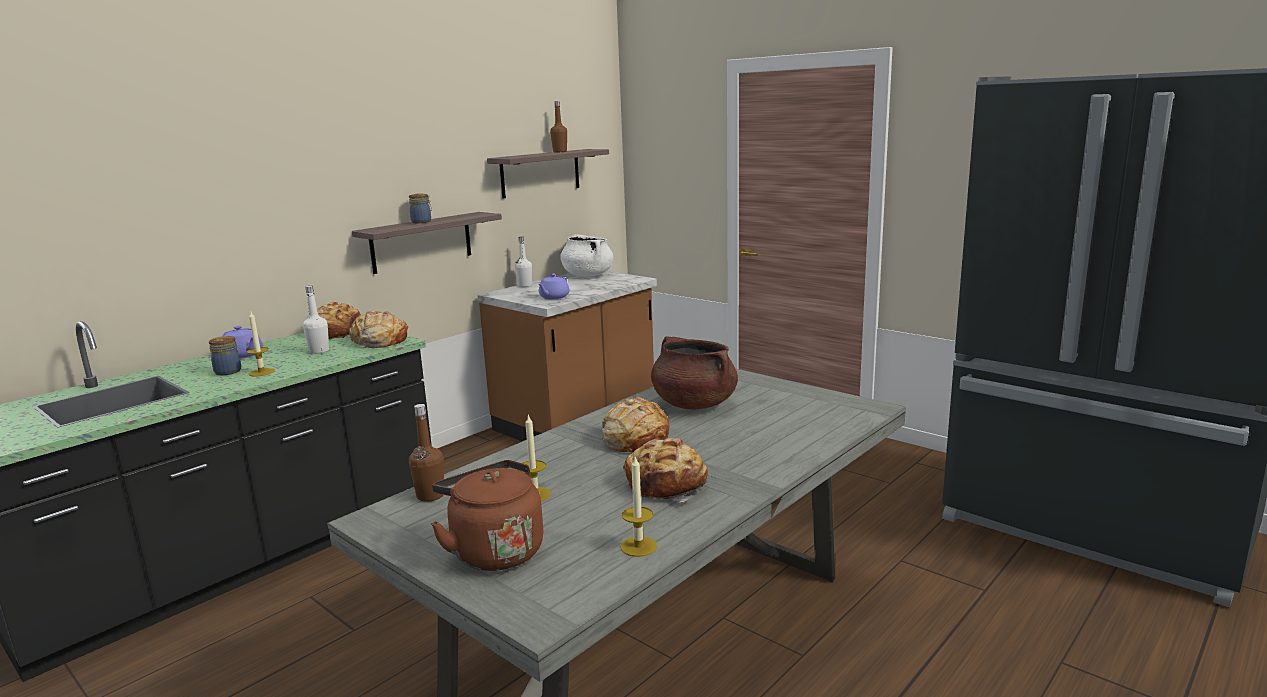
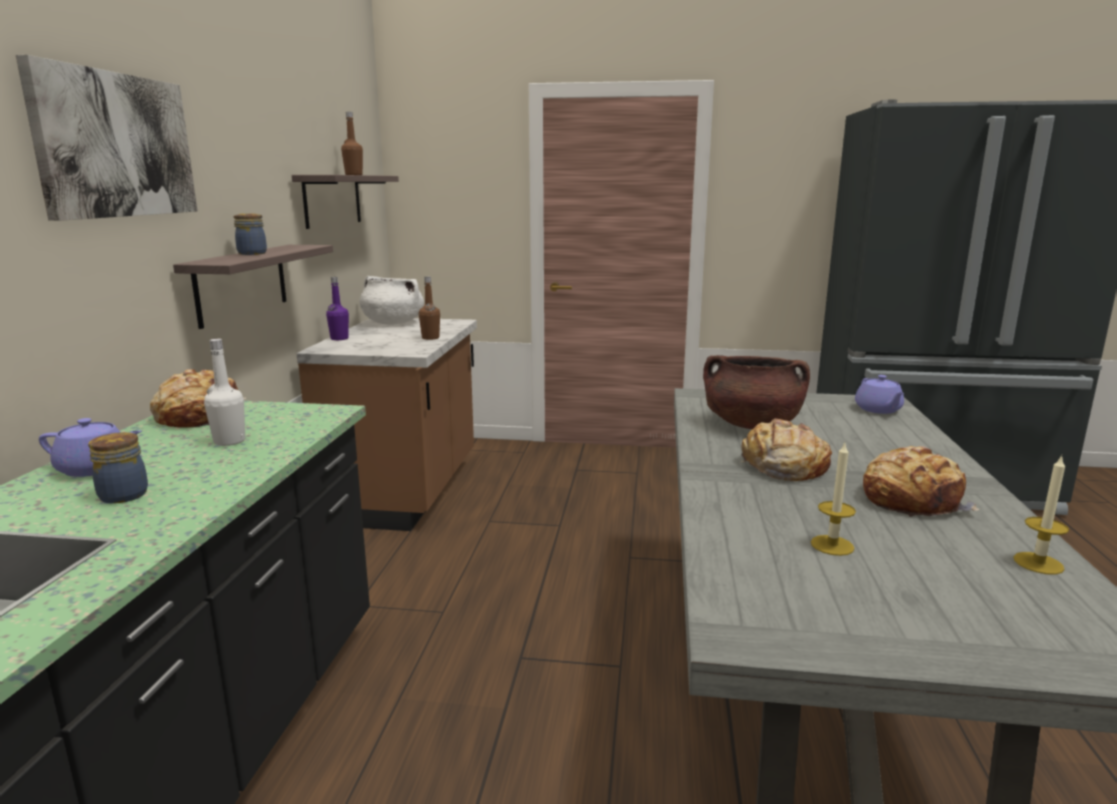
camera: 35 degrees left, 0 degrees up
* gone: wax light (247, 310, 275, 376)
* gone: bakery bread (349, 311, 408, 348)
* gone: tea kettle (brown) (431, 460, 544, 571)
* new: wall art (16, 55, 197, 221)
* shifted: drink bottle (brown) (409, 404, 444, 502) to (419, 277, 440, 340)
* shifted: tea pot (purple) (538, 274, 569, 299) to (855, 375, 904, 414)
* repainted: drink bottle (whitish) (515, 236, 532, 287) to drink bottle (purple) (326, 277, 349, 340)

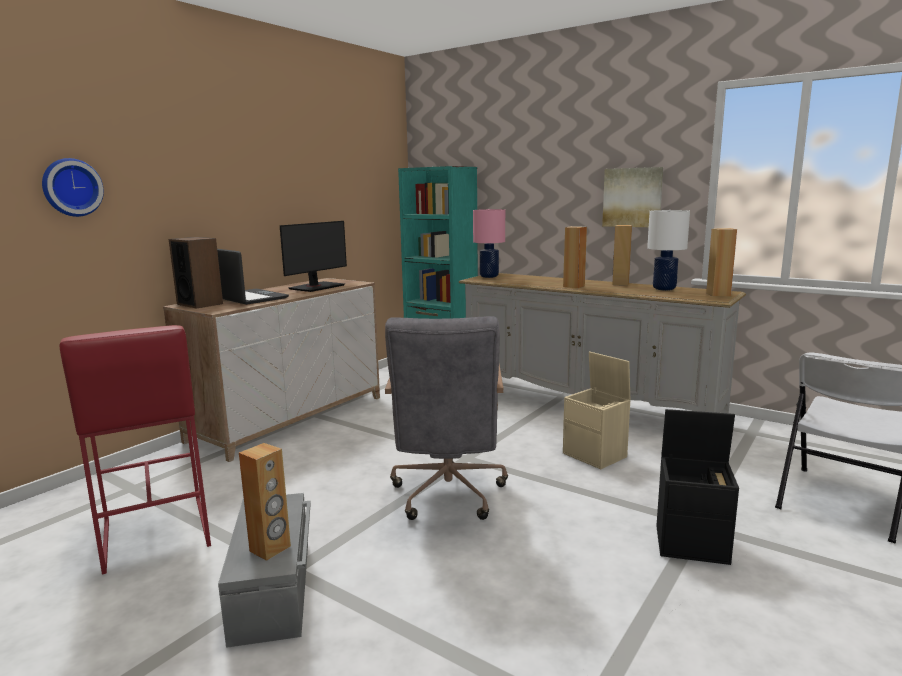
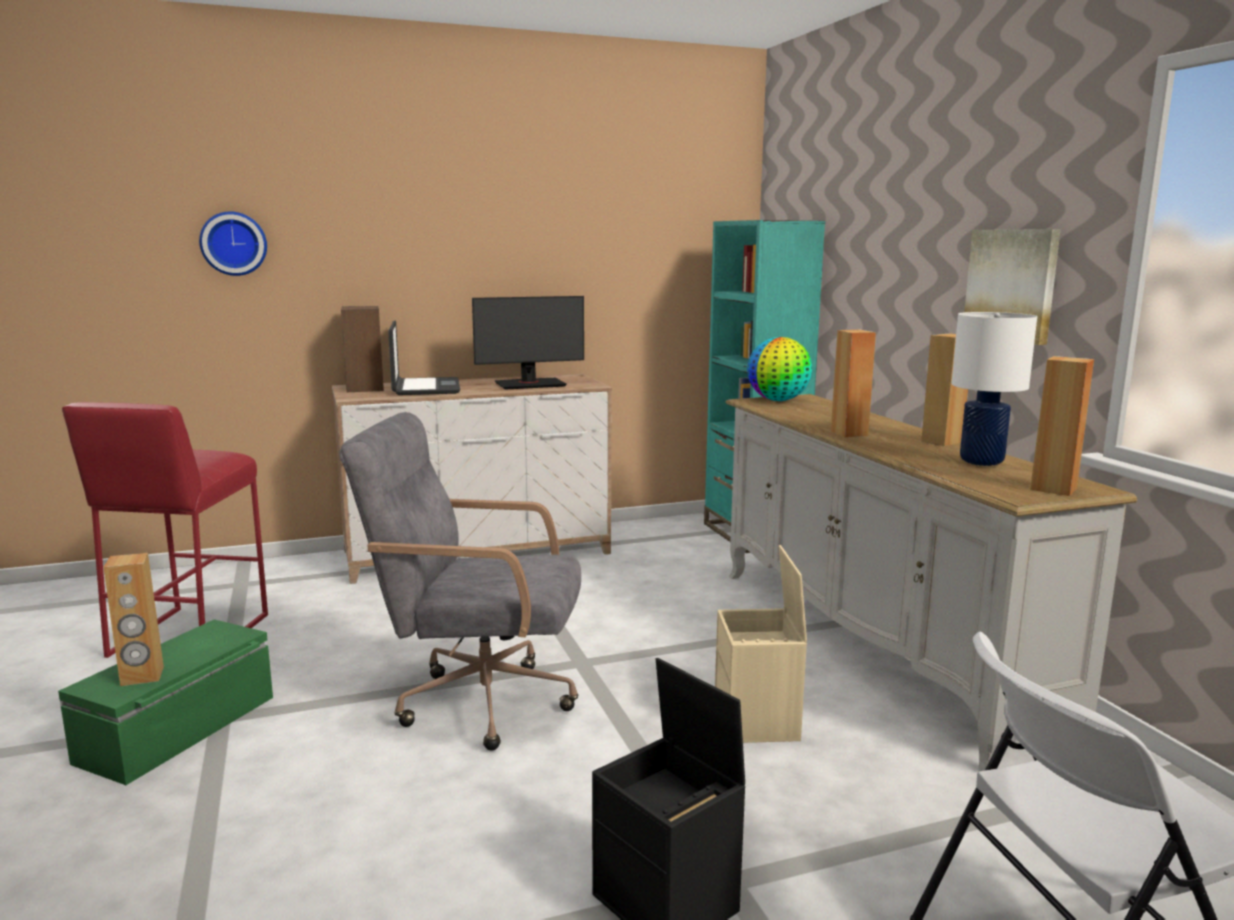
camera: 35 degrees right, 0 degrees up
* swapped: lamp for a table (pink-coloured) (473, 209, 505, 278) to world globe (747, 337, 812, 401)
* repainted: storage box (greyish) (218, 493, 311, 648) to storage box (green) (58, 619, 273, 785)
* rotated: computer chair (greyish) (385, 316, 508, 520) = (339, 412, 581, 751) 60 degrees clockwise

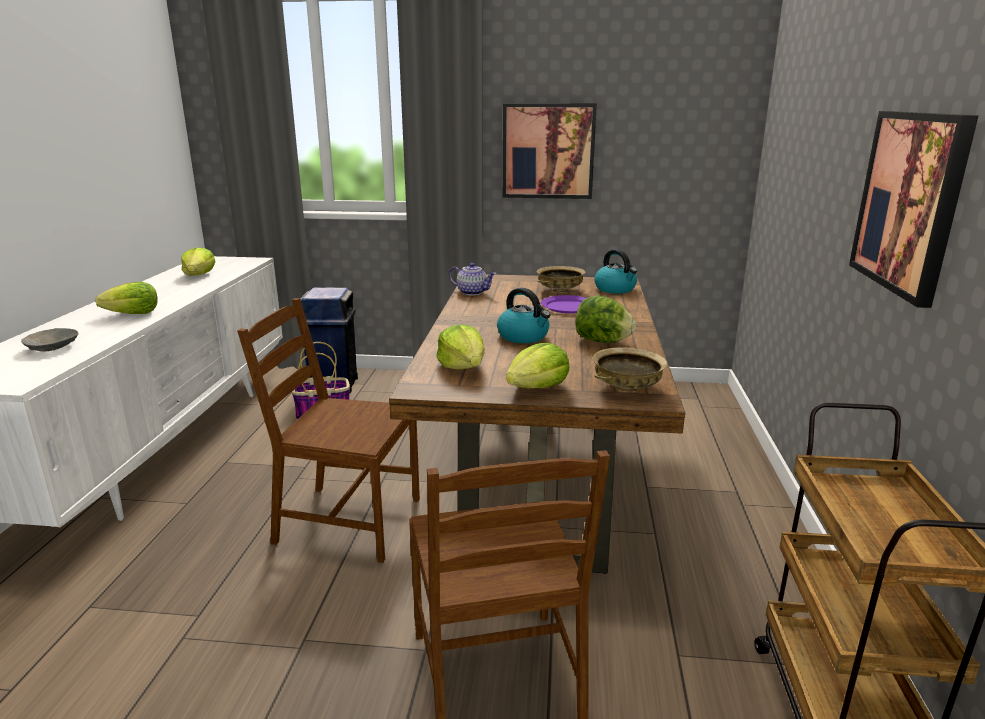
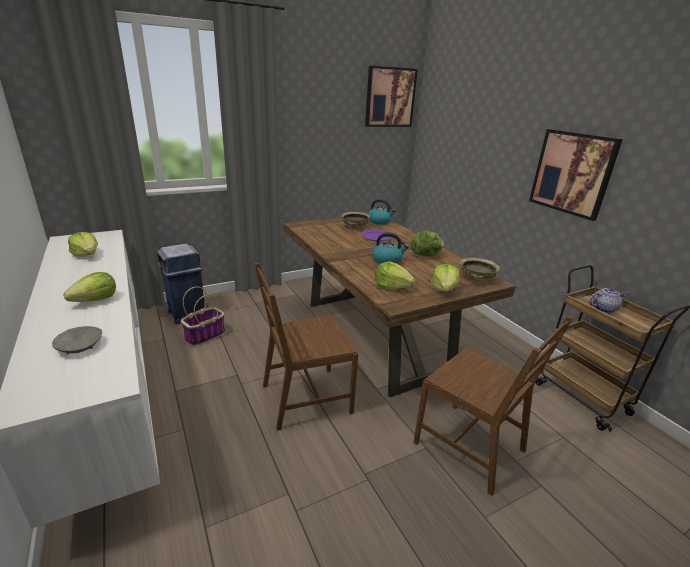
camera: 35 degrees left, 5 degrees up
* shifted: tea pot (449, 263, 496, 296) to (589, 287, 628, 313)
* shifted: wall art (503, 103, 597, 199) to (365, 66, 418, 127)

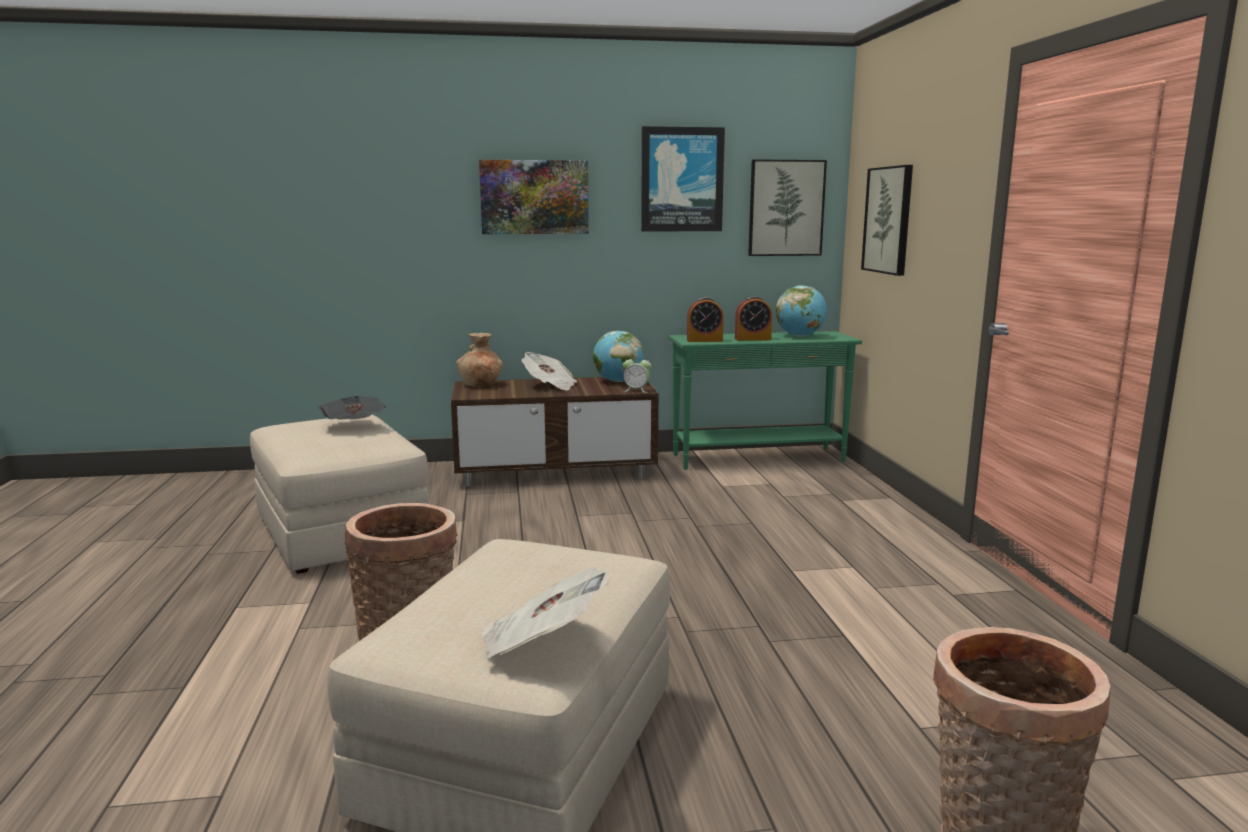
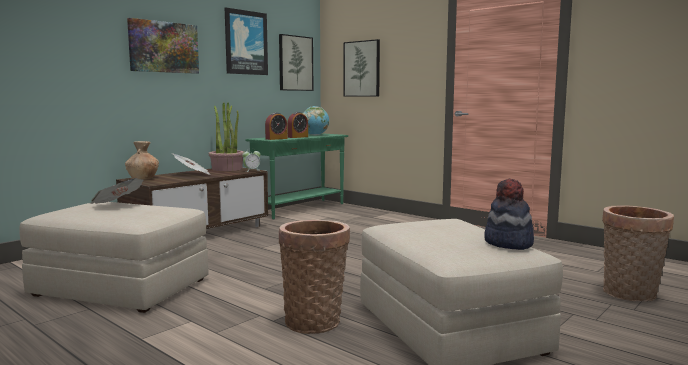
camera: 40 degrees left, 5 degrees down
* swapped: newspaper (482, 567, 609, 659) to hat (484, 178, 534, 250)
* swapped: world globe (593, 331, 644, 382) to plant in a pot (208, 102, 244, 171)

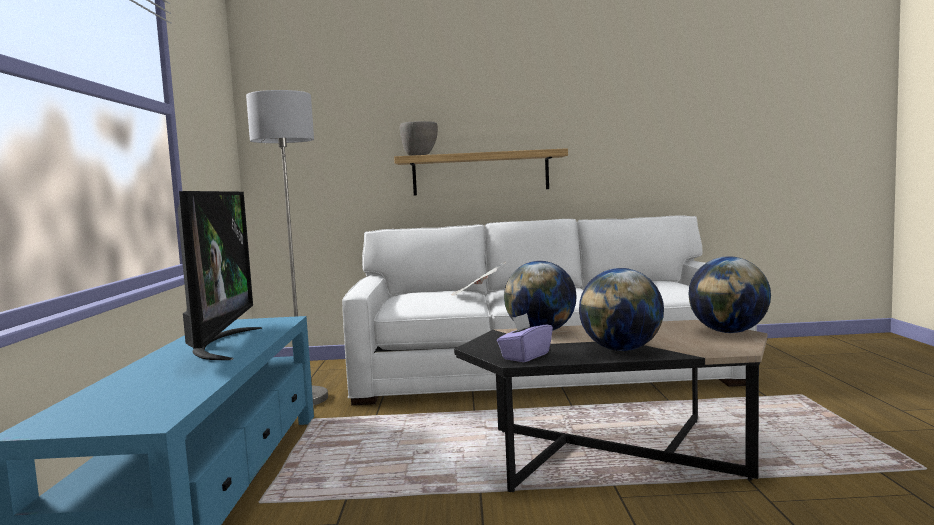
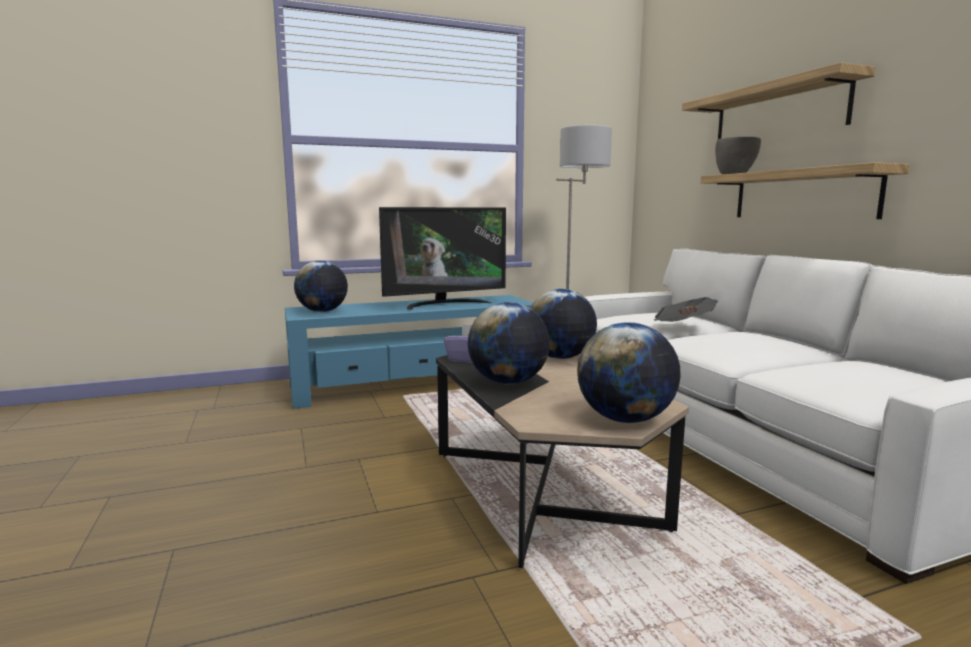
camera: 70 degrees right, 5 degrees up
* new: world globe (294, 260, 348, 312)
* new: wall shelf (682, 62, 876, 139)

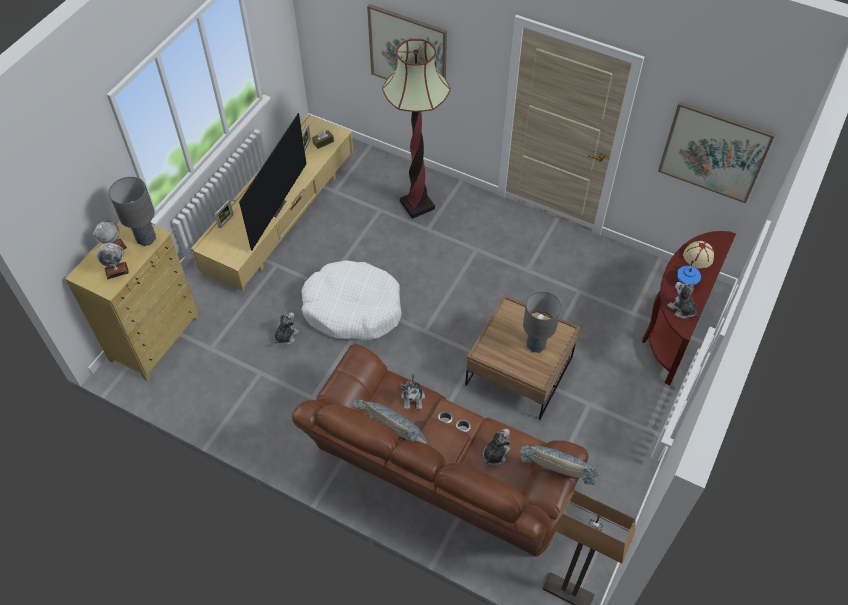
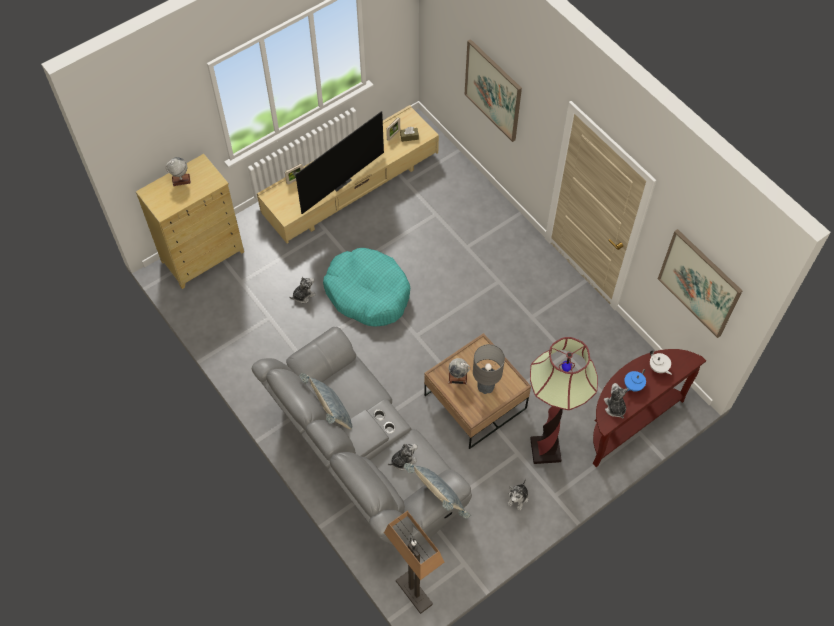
camera: 25 degrees right, 5 degrees up
* gone: lamp for a table (greyish) (109, 177, 156, 246)
* shifted: world globe (97, 243, 129, 280) to (449, 358, 470, 384)
* shifted: floor lamp (382, 39, 450, 219) to (530, 337, 598, 464)
* shifted: soft toy (400, 374, 425, 410) to (507, 479, 529, 511)
* swapped: hat (sand-coloured) (683, 241, 714, 268) to tea pot (whitish) (650, 350, 672, 375)
* repainted: settee (brown) (292, 344, 589, 557) to settee (greyish) (252, 327, 472, 549)
* repainted: dog cushion (whitish) (301, 260, 401, 340) to dog cushion (blue-green) (323, 248, 410, 327)

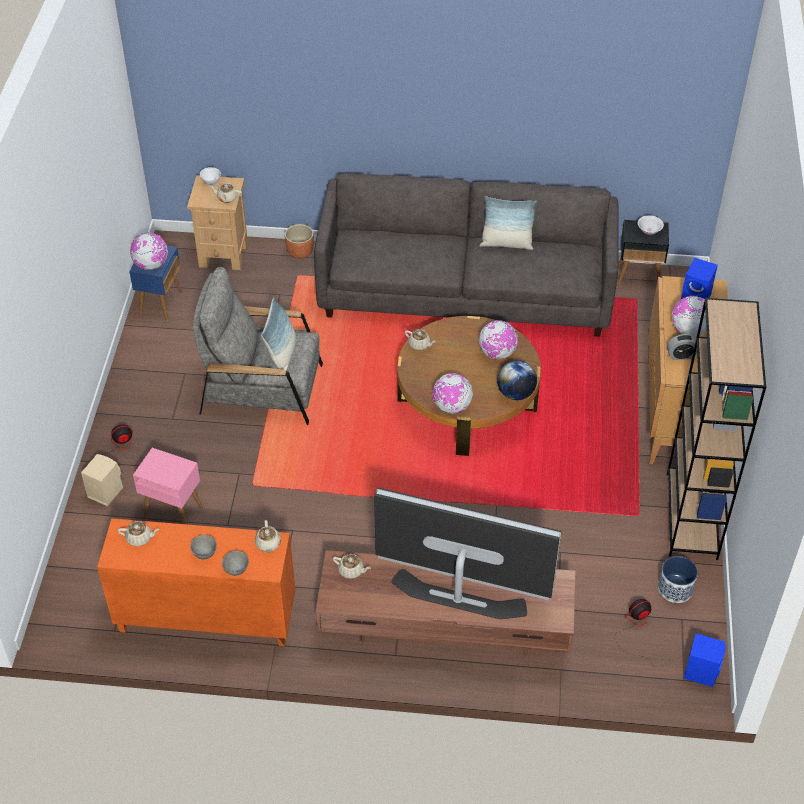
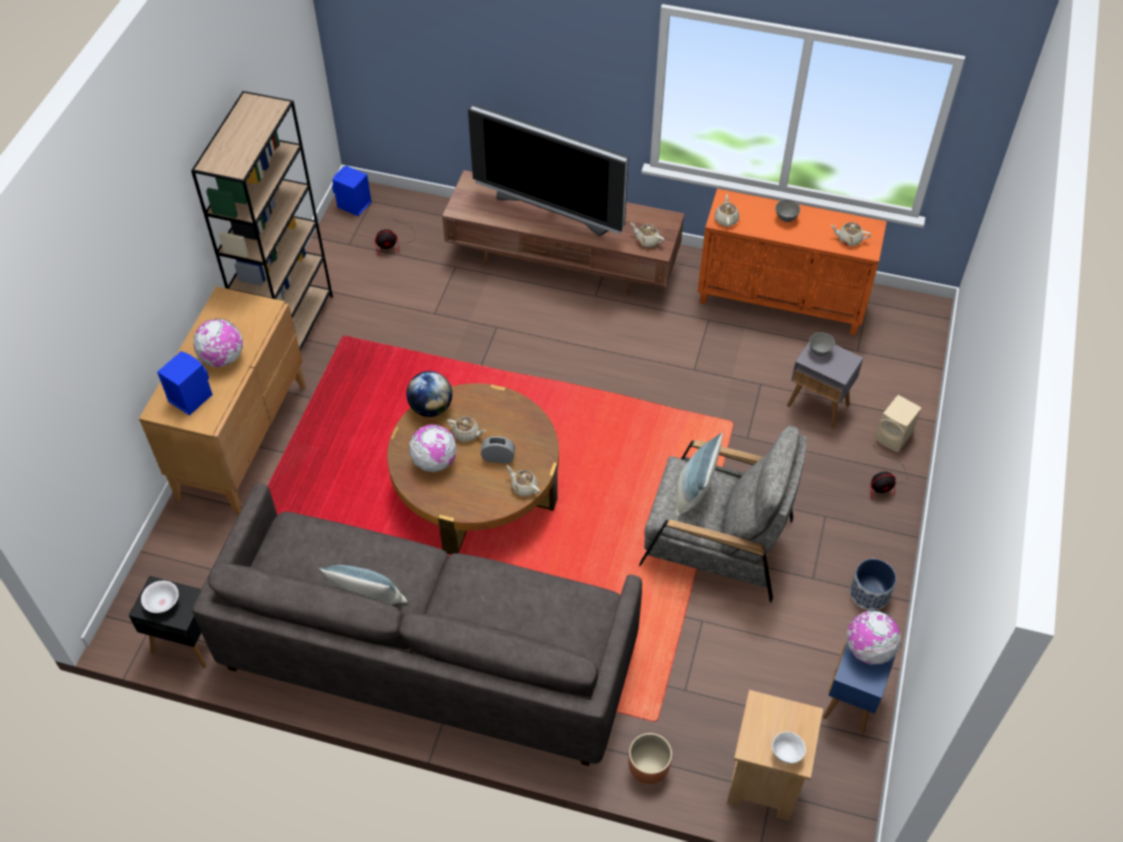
camera: 170 degrees left, 5 degrees up
* gone: world globe (432, 373, 473, 414)
* shifted: tea pot (sand-coloured) (210, 183, 242, 203) to (447, 416, 486, 442)
* shifted: deep dish (greyish) (222, 551, 249, 576) to (809, 332, 835, 356)
* shifted: plant pot (658, 556, 698, 603) to (850, 559, 896, 611)
* shifted: alarm clock (667, 334, 697, 360) to (481, 436, 515, 463)
* repainted: side table (pink-coloured) (133, 448, 203, 524) to side table (greyish) (787, 343, 863, 429)

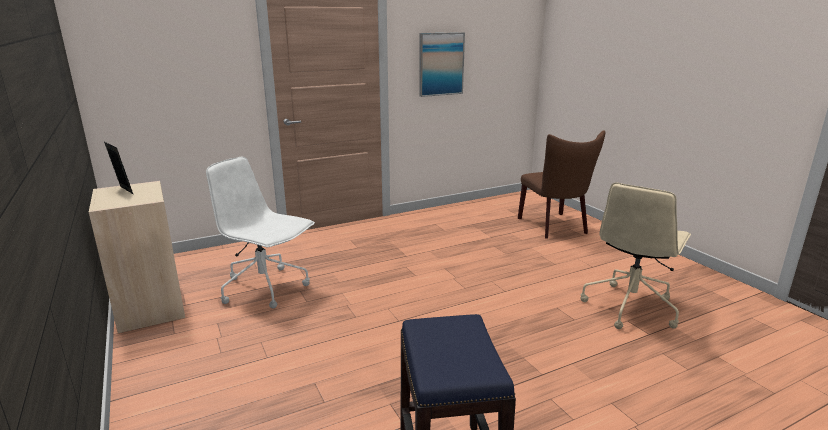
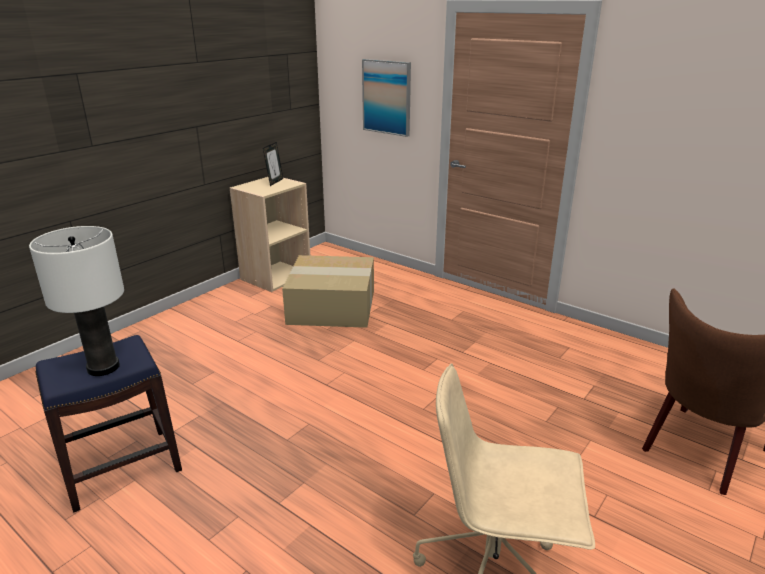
camera: 65 degrees right, 5 degrees up
* new: lamp for a table (whitish) (29, 226, 124, 376)
* shifted: wall art (419, 32, 465, 97) to (362, 59, 411, 137)
* swapped: computer chair (whitish) (206, 157, 315, 309) to carton (282, 255, 374, 328)

